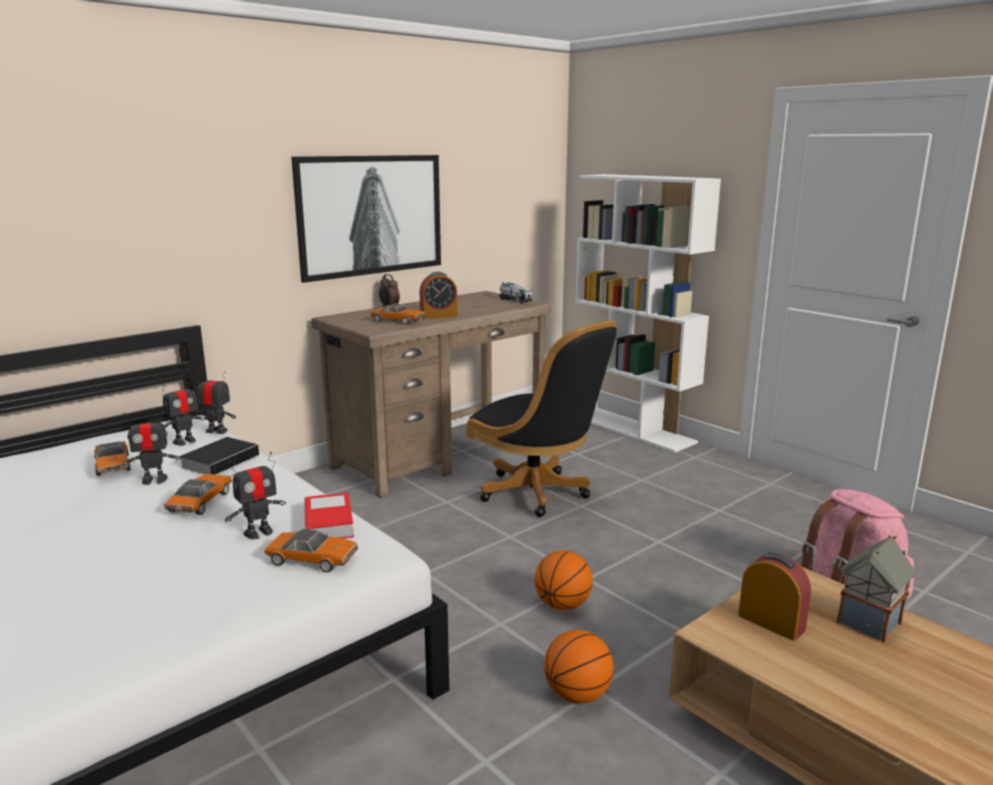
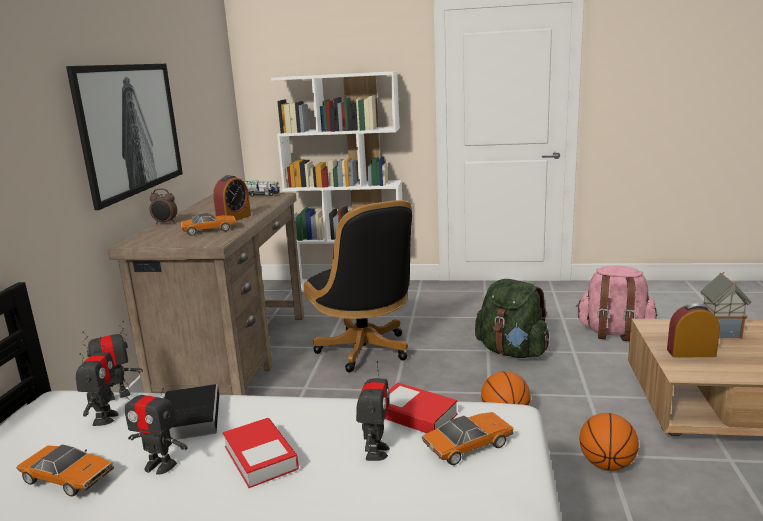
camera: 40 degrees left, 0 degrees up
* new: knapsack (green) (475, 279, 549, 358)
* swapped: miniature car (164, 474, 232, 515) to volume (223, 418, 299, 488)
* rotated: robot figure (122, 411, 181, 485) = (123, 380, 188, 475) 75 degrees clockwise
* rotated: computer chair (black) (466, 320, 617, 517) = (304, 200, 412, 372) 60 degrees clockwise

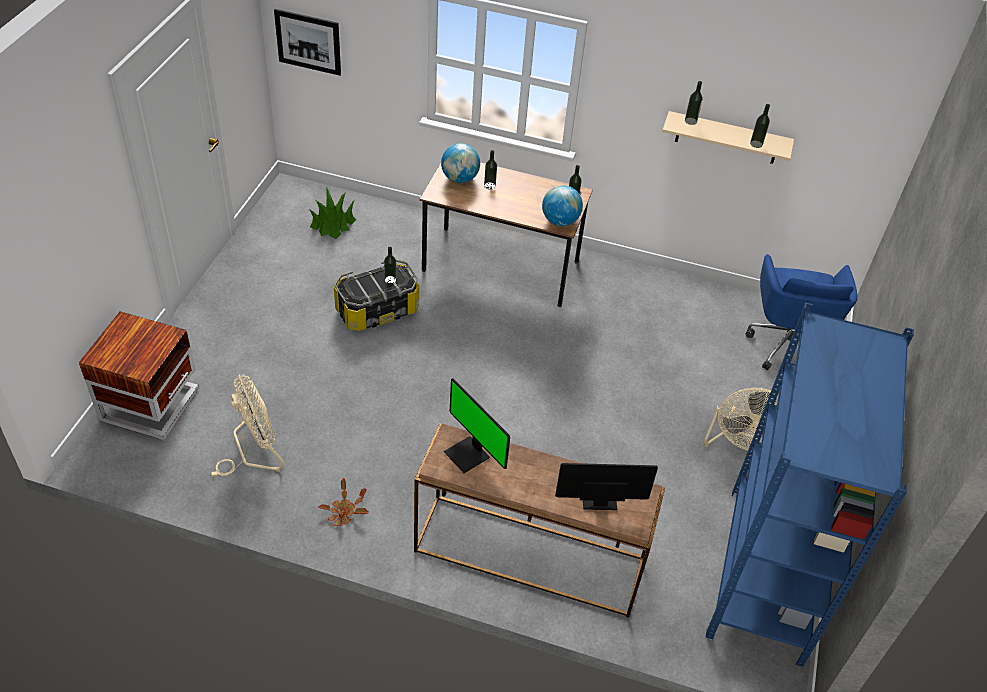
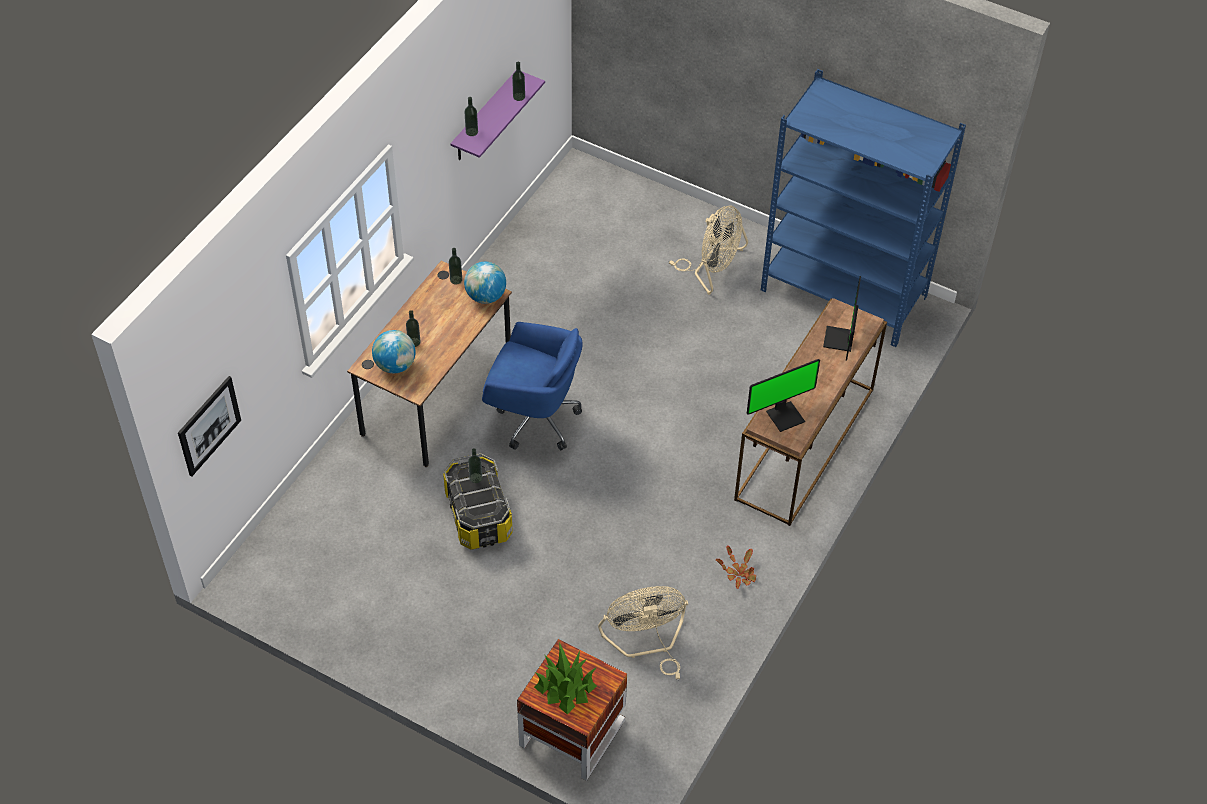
camera: 75 degrees left, 5 degrees up
* shifted: plant in a pot (309, 188, 356, 239) to (534, 642, 597, 714)
* shifted: computer chair (blue-coloured) (746, 254, 857, 370) to (482, 322, 583, 450)
* repainted: wall shelf (sand-coloured) (662, 111, 794, 164) to wall shelf (purple) (450, 72, 545, 160)

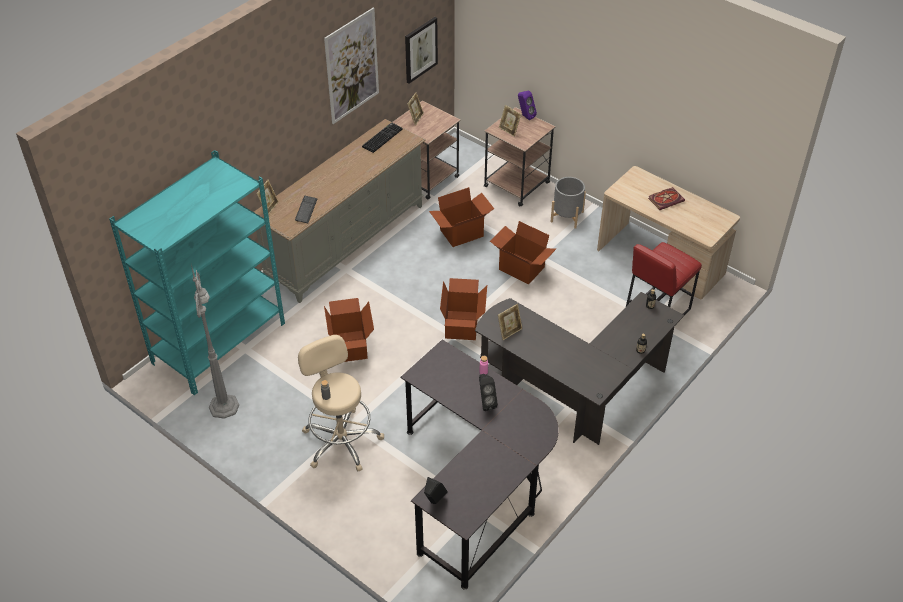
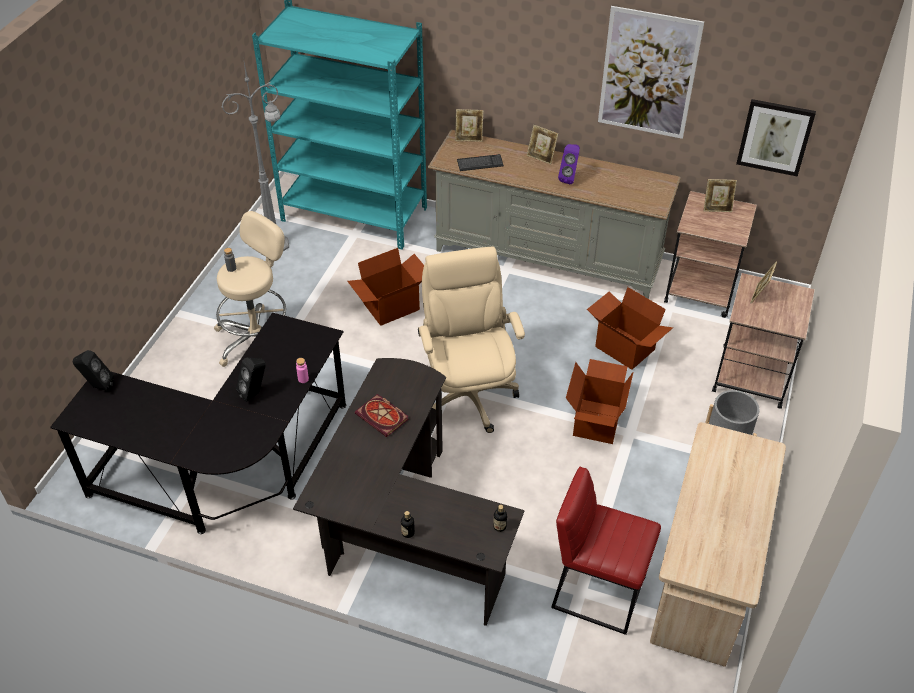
camera: 70 degrees right, 0 degrees up
* gone: PC keyboard (362, 122, 403, 153)
* shifted: photo frame (498, 304, 523, 340) to (527, 125, 558, 164)
* shifted: speaker (purple) (518, 91, 537, 120) to (558, 144, 580, 184)
* shifted: volume (648, 187, 685, 210) to (355, 394, 409, 437)
* swapped: carton (440, 278, 487, 340) to computer chair (sand-coloured) (418, 247, 525, 433)

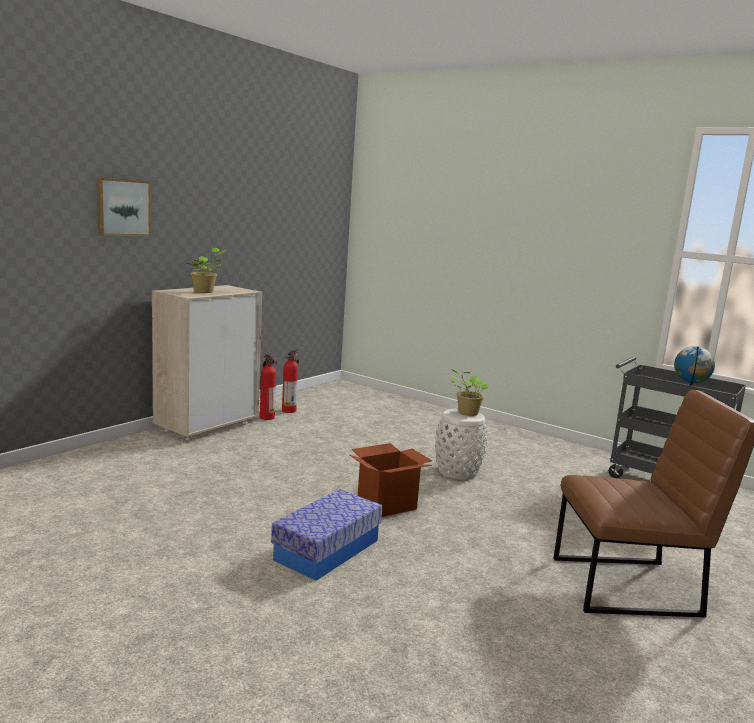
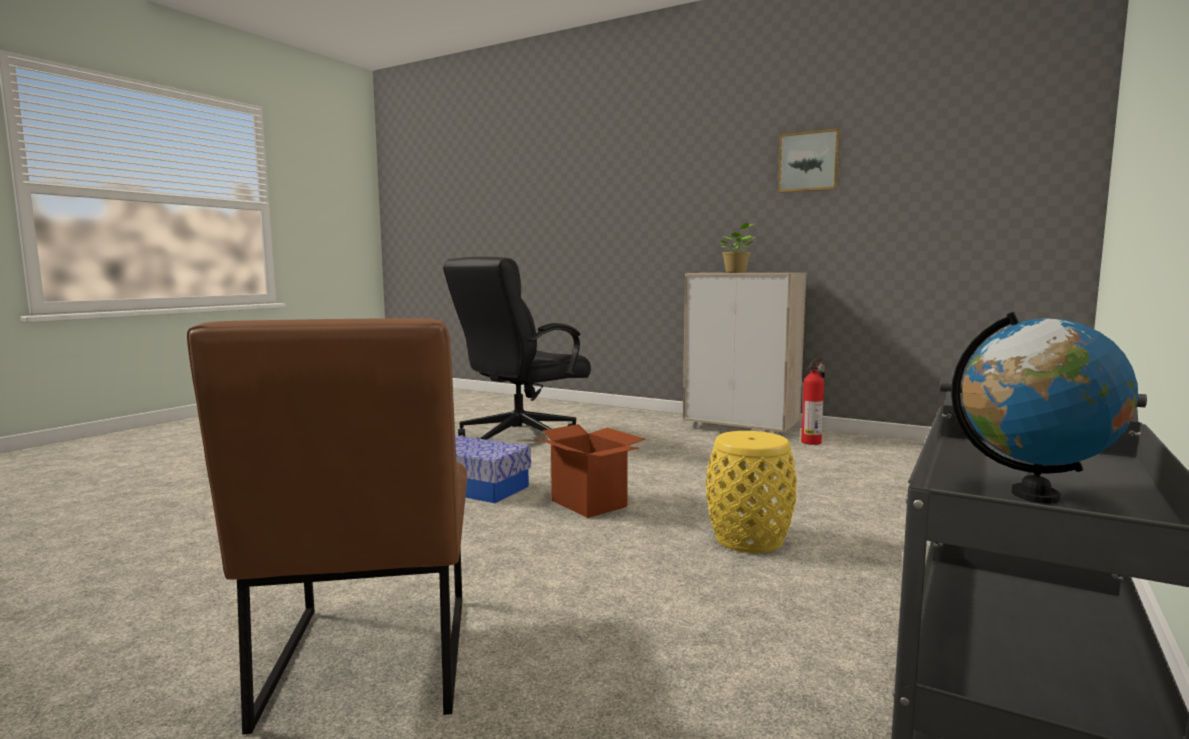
camera: 85 degrees right, 5 degrees down
* gone: extinguisher (282, 350, 299, 413)
* gone: plant in a pot (450, 369, 488, 416)
* new: computer chair (black) (443, 257, 591, 440)
* shifted: wall art (97, 177, 151, 236) to (778, 128, 840, 193)
* repainted: sitting stool (whitish) (435, 409, 487, 480) to sitting stool (yellow-coloured) (706, 431, 797, 553)

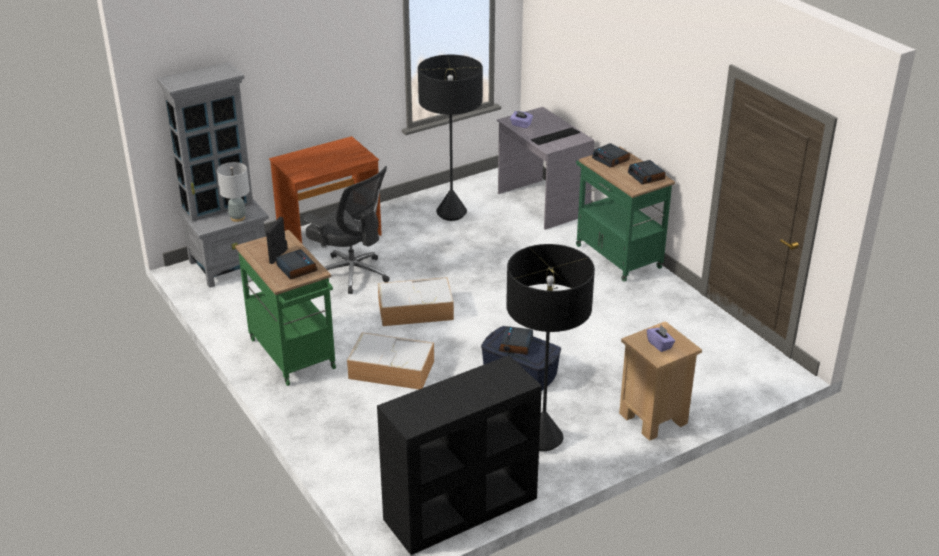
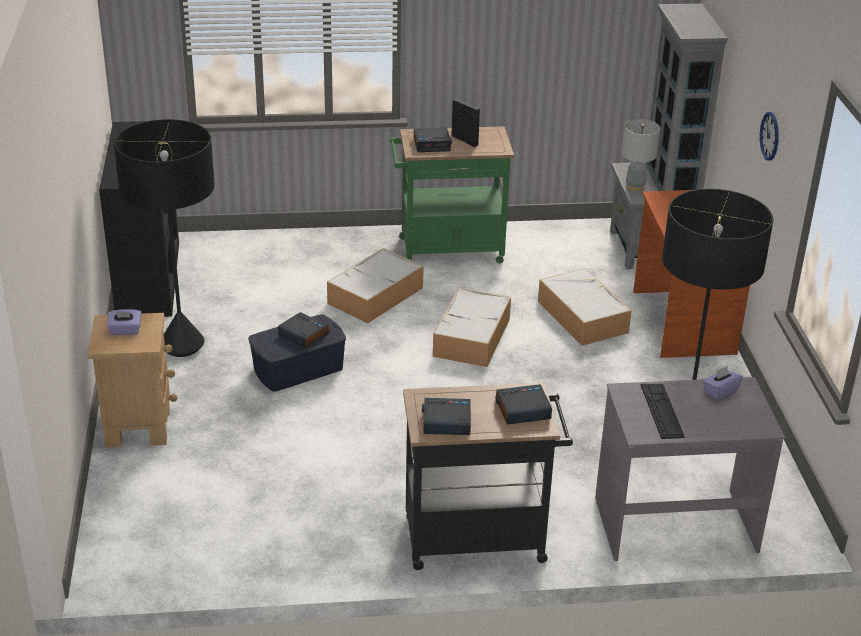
camera: 115 degrees right, 0 degrees up
* new: wall clock (760, 112, 779, 161)
* swapped: computer chair (303, 166, 390, 294) to storage box (538, 268, 632, 346)
* repainted: wheeled cart (green) (576, 147, 675, 282) to wheeled cart (black) (403, 383, 573, 570)

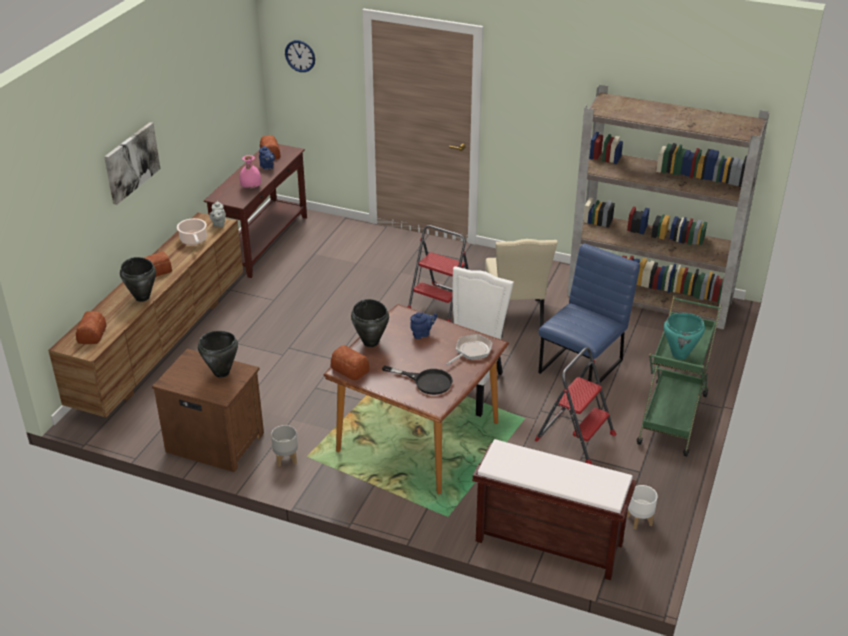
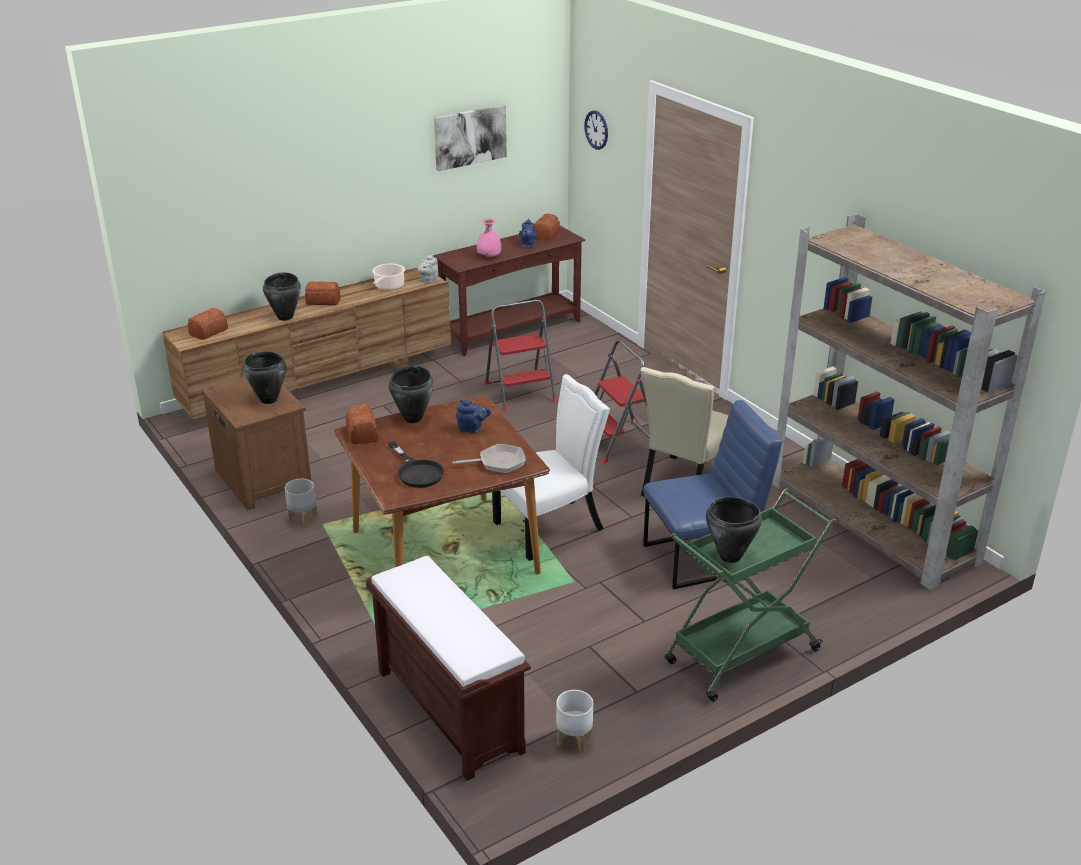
camera: 35 degrees right, 5 degrees down
* shifted: wall art (104, 122, 160, 205) to (434, 104, 507, 171)
* shifted: step stool (reddish) (535, 347, 616, 465) to (485, 300, 558, 412)
* repainted: cooking pot (blue-green) (664, 313, 705, 360) to cooking pot (black) (706, 497, 762, 563)

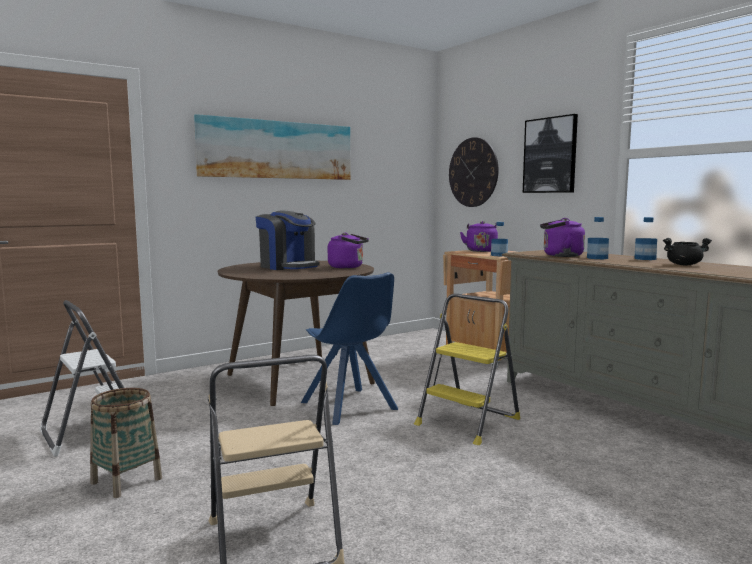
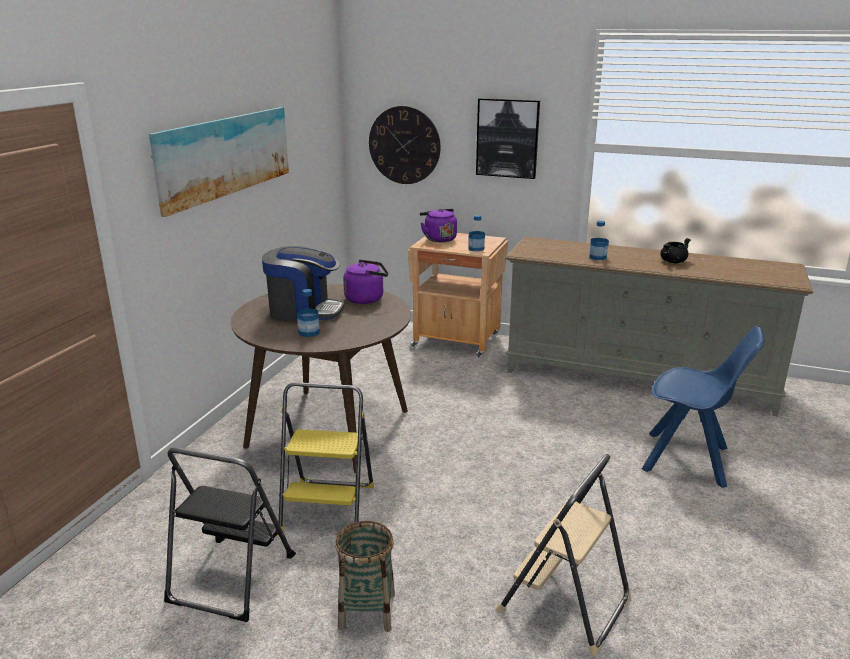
camera: 35 degrees left, 15 degrees up
* gone: tea kettle (purple) (540, 218, 585, 257)
* shifted: upright chair (blue-coloured) (301, 272, 398, 425) to (642, 326, 764, 488)
* shifted: step stool (yellow-coloured) (414, 294, 520, 445) to (276, 382, 374, 537)
* shifted: drink bottle (635, 217, 657, 260) to (297, 289, 320, 337)
* repainted: step stool (whitish) (40, 300, 124, 457) to step stool (black) (164, 447, 296, 622)

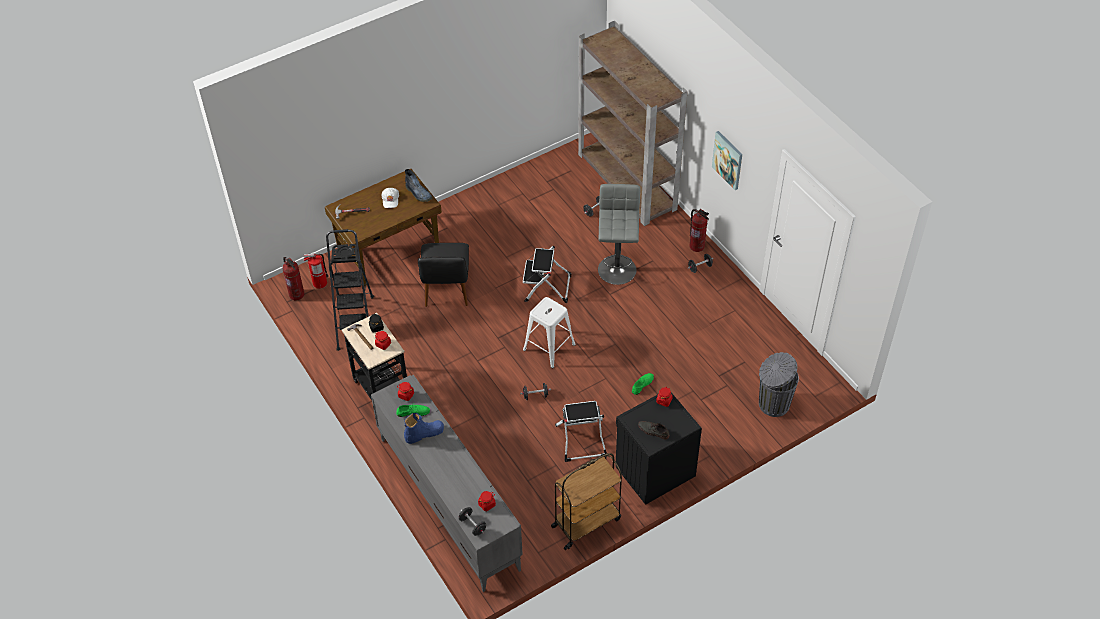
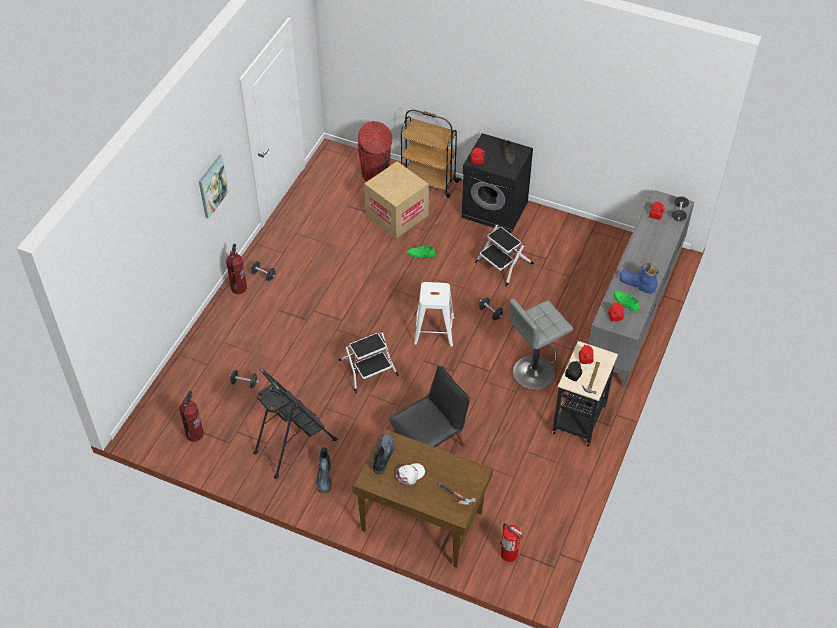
camera: 125 degrees left, 0 degrees up
* gone: shelving unit (brown) (578, 21, 688, 226)
* new: high-top boot (316, 447, 331, 493)
* new: carton (364, 161, 429, 238)
* shifted: extinguisher (282, 257, 304, 300) to (179, 391, 204, 442)
* shifted: step stool (326, 229, 374, 351) to (253, 368, 337, 479)
* shifted: wheeled cart (brown) (551, 453, 622, 550) to (401, 109, 462, 198)
* shifted: sitting stool (greyish) (598, 184, 640, 285) to (509, 299, 573, 389)
* repainted: waste bin (greyish) (759, 352, 799, 417) to waste bin (reddish) (358, 121, 393, 181)

